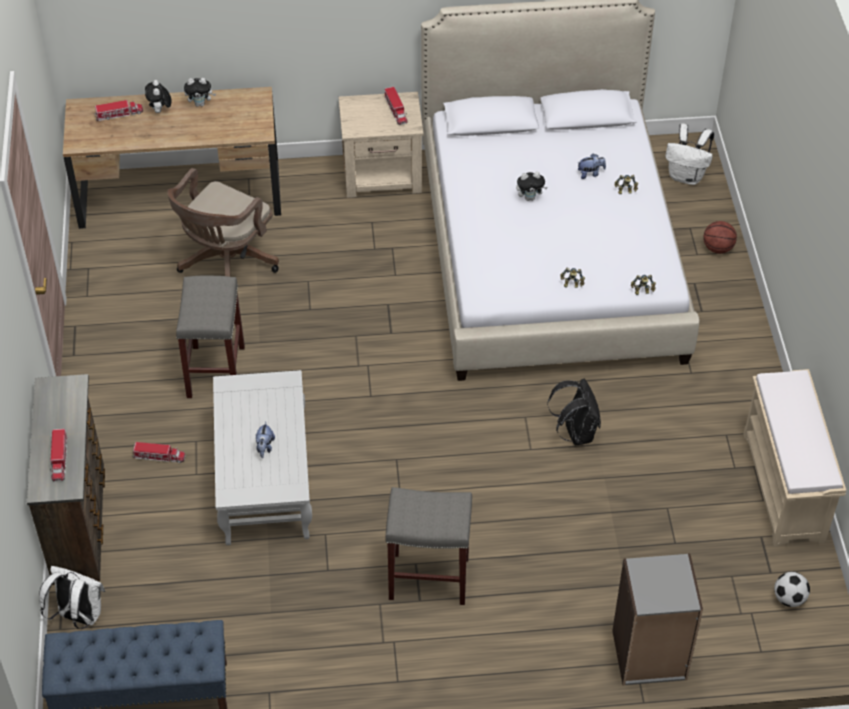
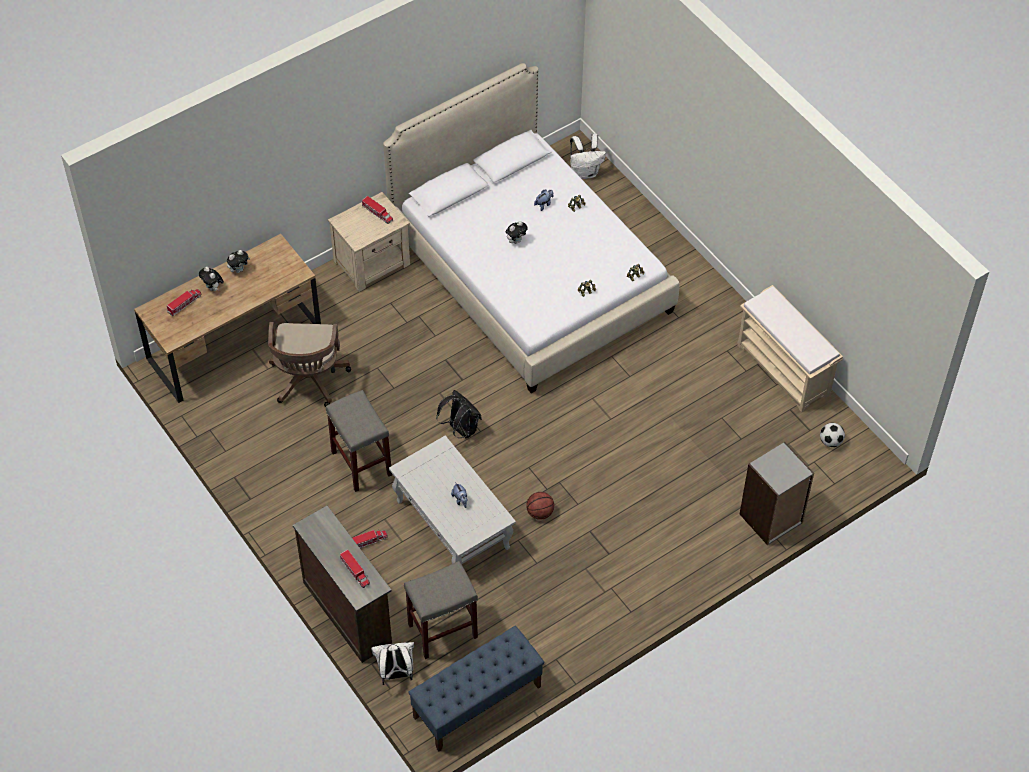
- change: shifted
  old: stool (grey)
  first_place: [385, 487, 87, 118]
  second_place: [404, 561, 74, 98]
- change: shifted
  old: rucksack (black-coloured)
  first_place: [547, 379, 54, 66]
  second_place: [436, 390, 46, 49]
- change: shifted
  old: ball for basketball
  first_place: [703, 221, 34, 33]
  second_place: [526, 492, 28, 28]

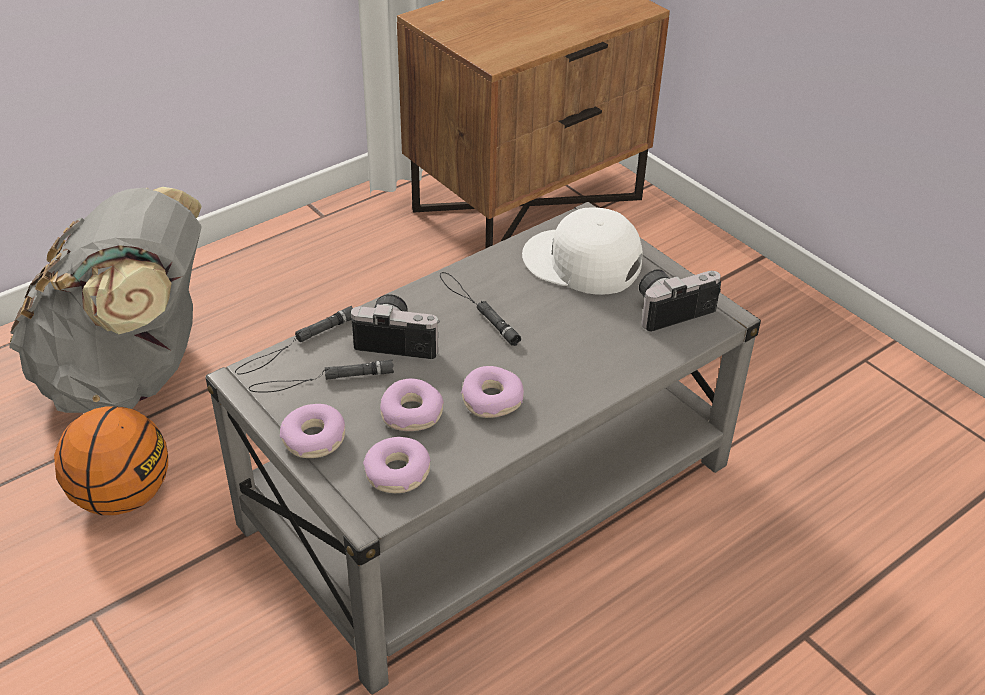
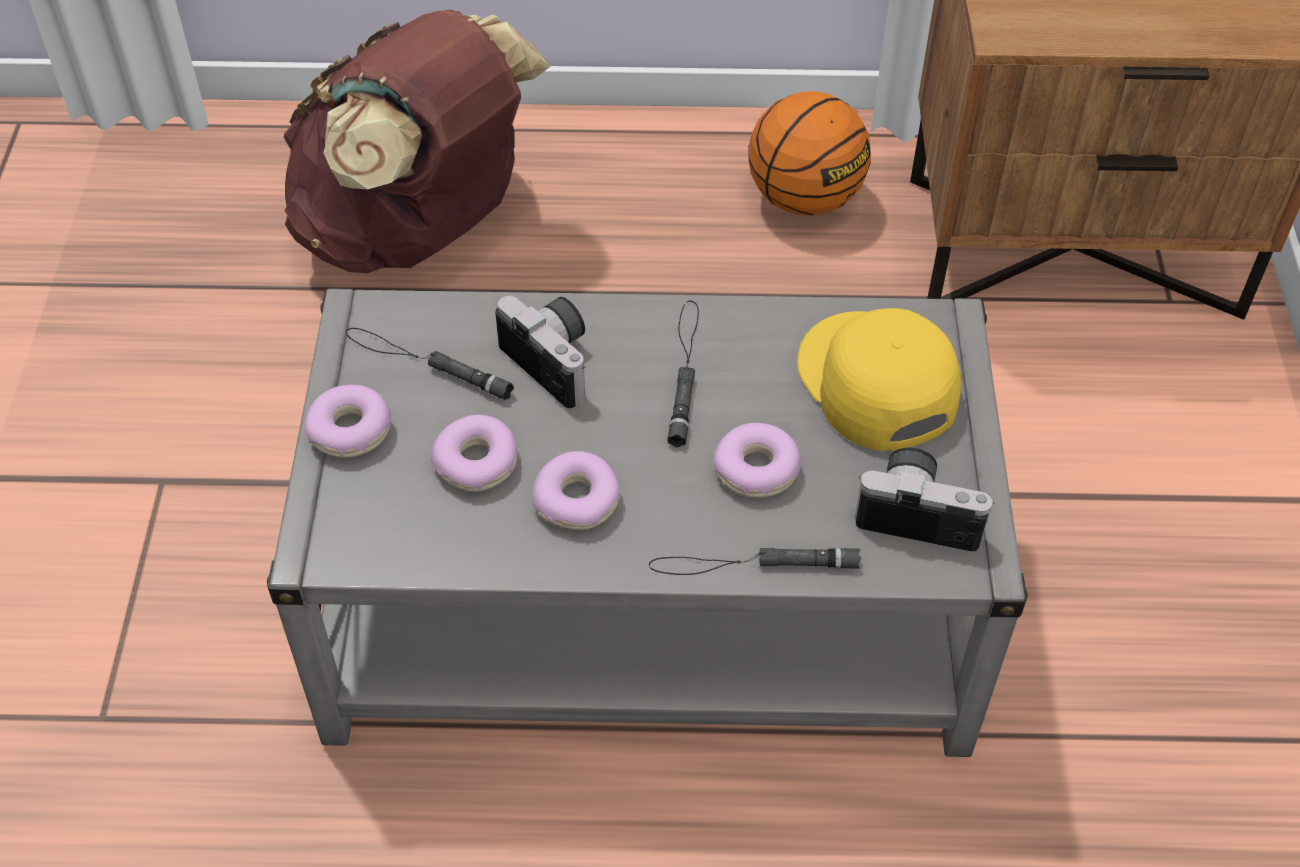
- change: shifted
  old: ball for basketball
  first_place: [54, 407, 114, 108]
  second_place: [749, 91, 122, 124]
- change: shifted
  old: flashlight (black-coloured)
  first_place: [235, 306, 118, 68]
  second_place: [649, 548, 212, 27]
- change: shifted
  old: ring doughnut
  first_place: [363, 437, 68, 56]
  second_place: [713, 423, 88, 75]
- change: repainted
  old: rucksack (grey)
  new: rucksack (brown-coloured)
  first_place: [9, 187, 193, 226]
  second_place: [284, 10, 267, 263]
- change: repainted
  old: cap (whitish)
  new: cap (yellow-coloured)
  first_place: [522, 207, 121, 88]
  second_place: [797, 308, 164, 143]

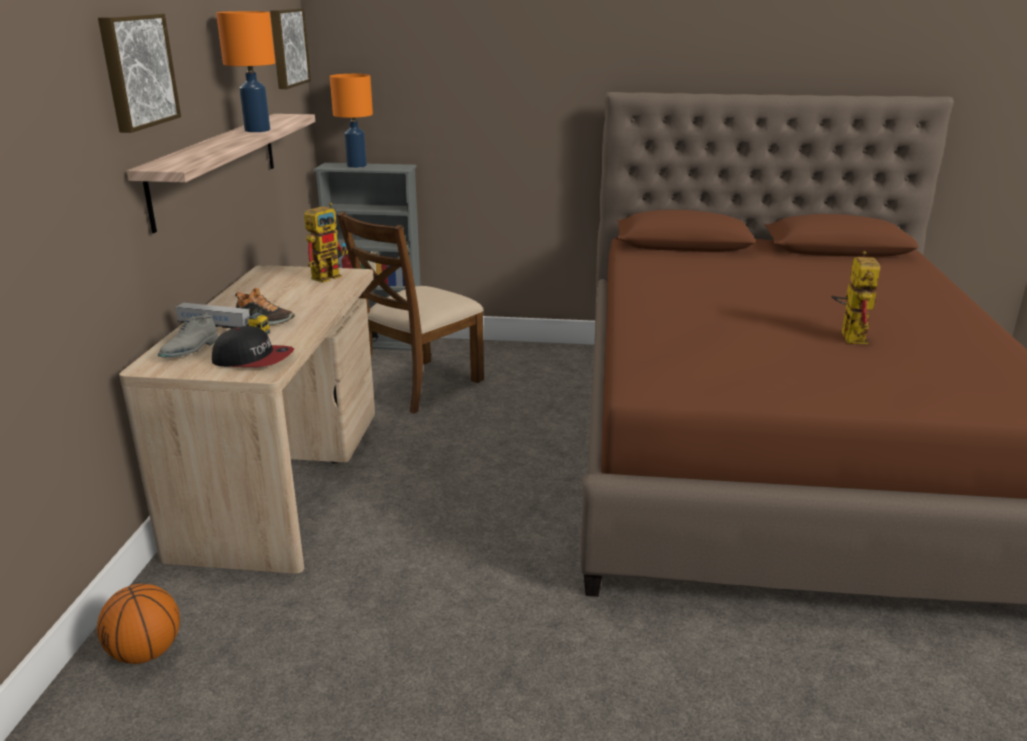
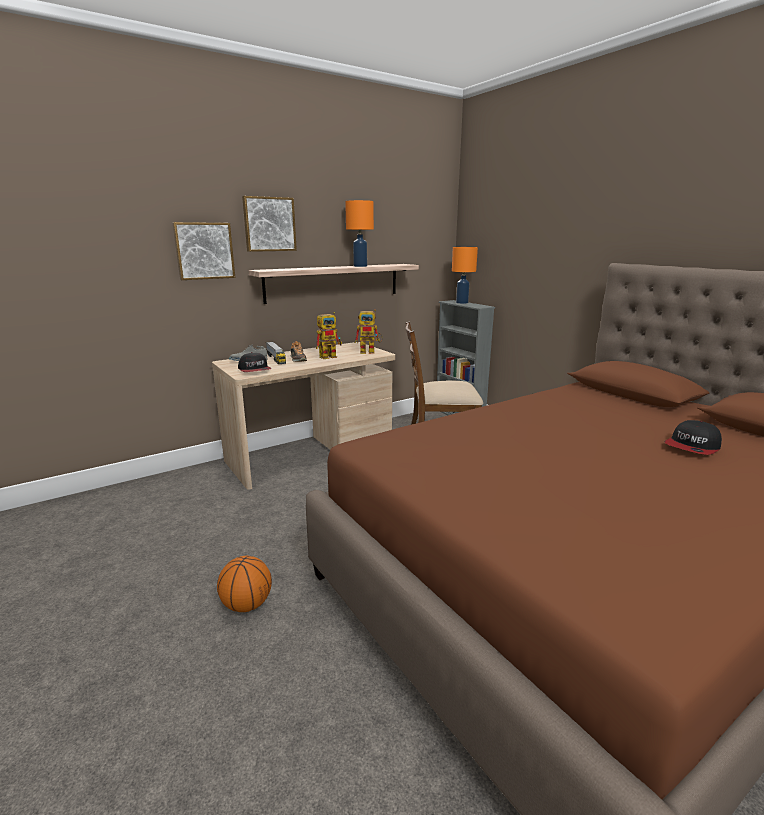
- change: new
  new: cap
  second_place: [664, 420, 58, 35]
- change: shifted
  old: ball for basketball
  first_place: [97, 584, 83, 80]
  second_place: [217, 556, 55, 56]
- change: shifted
  old: wall picture
  first_place: [270, 8, 41, 81]
  second_place: [172, 222, 63, 58]
- change: shifted
  old: model robot
  first_place: [831, 251, 49, 93]
  second_place: [316, 312, 26, 47]

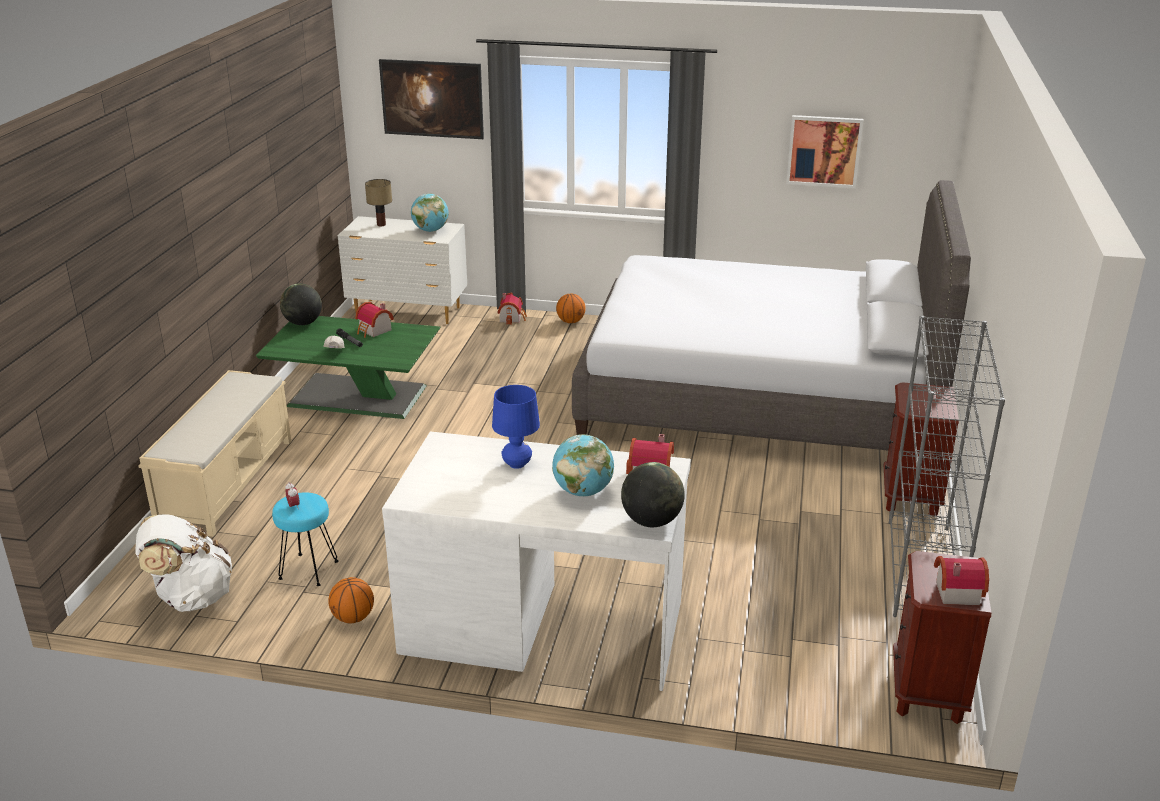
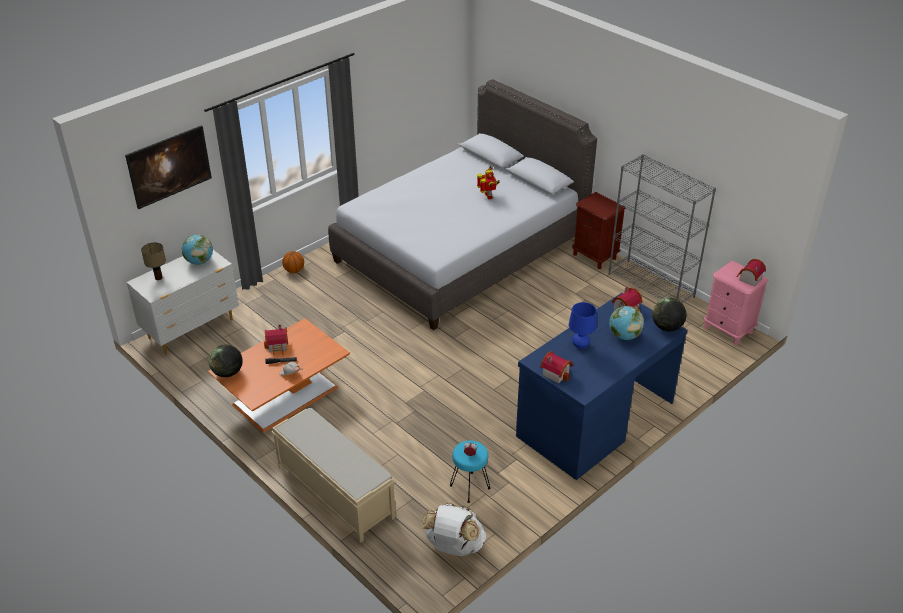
- change: gone
  old: ball for basketball
  first_place: [328, 577, 46, 46]
- change: gone
  old: wall picture
  first_place: [786, 115, 78, 73]
- change: new
  new: model robot
  second_place: [477, 166, 22, 33]
- change: shifted
  old: miniature house
  first_place: [497, 293, 30, 31]
  second_place: [540, 351, 33, 33]
- change: repainted
  old: lounge table (green)
  new: lounge table (orangey)
  first_place: [256, 316, 185, 103]
  second_place: [208, 318, 142, 115]
- change: repainted
  old: desk (whitish)
  new: desk (blue)
  first_place: [382, 431, 309, 260]
  second_place: [516, 293, 171, 187]
- change: repainted
  old: bedside table (brown-coloured)
  new: bedside table (pink)
  first_place: [893, 551, 98, 173]
  second_place: [704, 261, 65, 84]

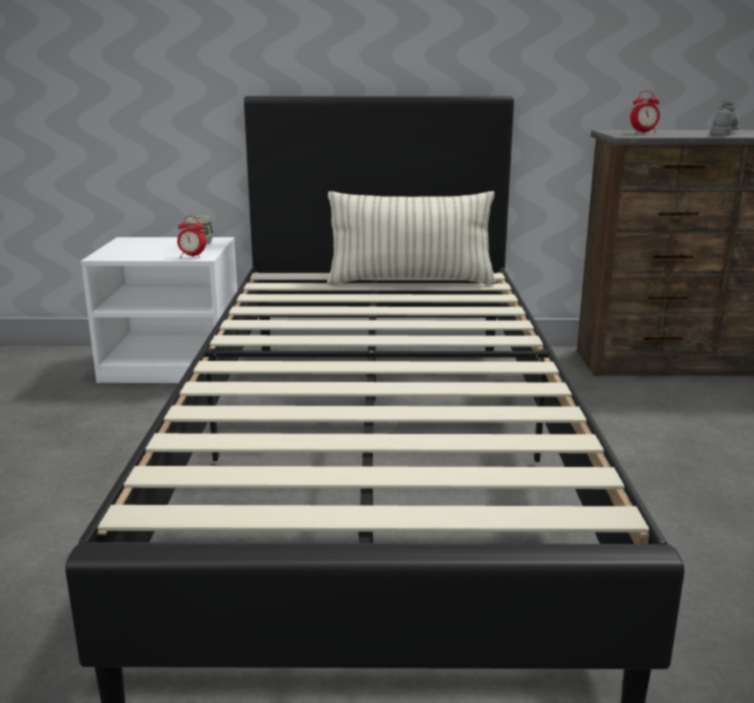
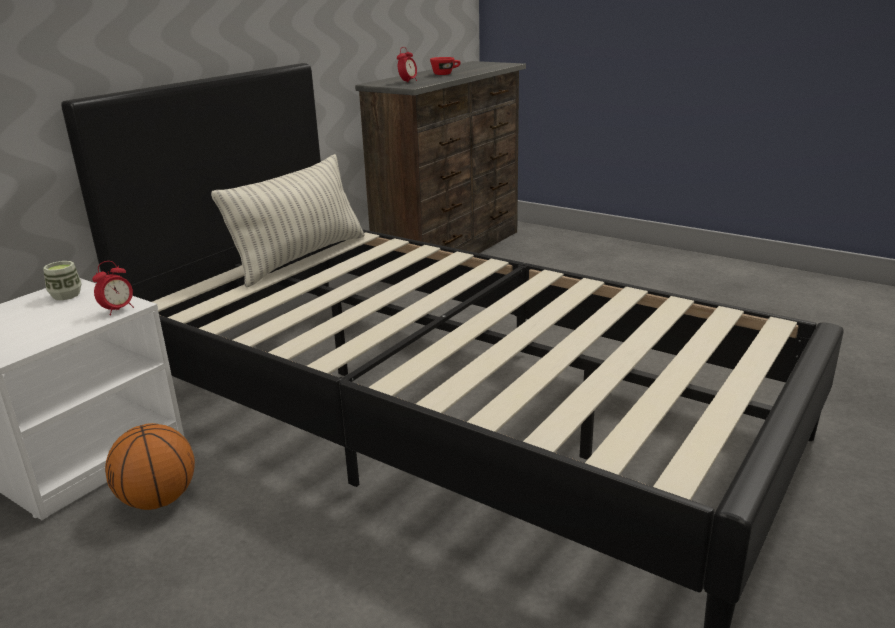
- change: new
  new: ball for basketball
  second_place: [105, 423, 90, 87]
- change: swapped
  old: low shoe (grey)
  new: small cup (reddish)
  first_place: [710, 100, 30, 36]
  second_place: [430, 57, 31, 18]

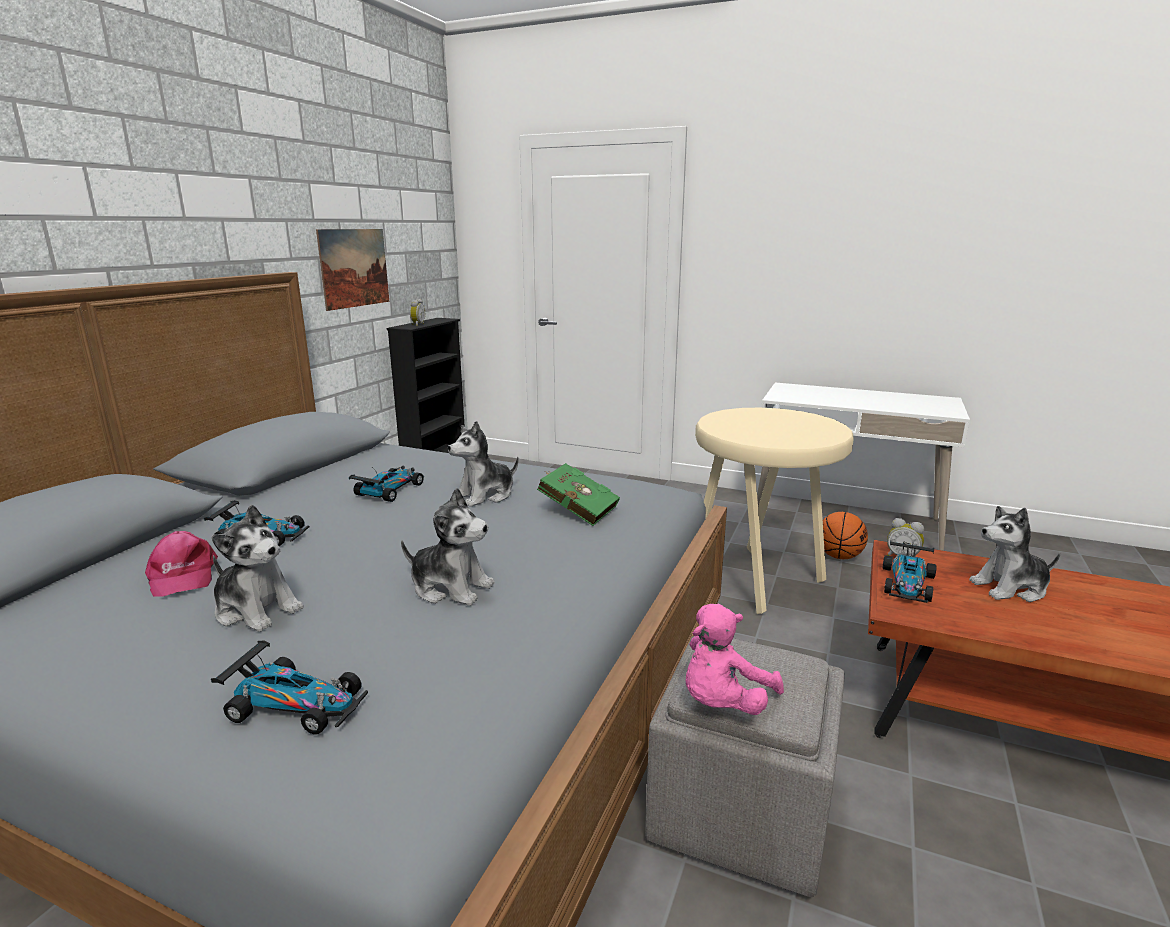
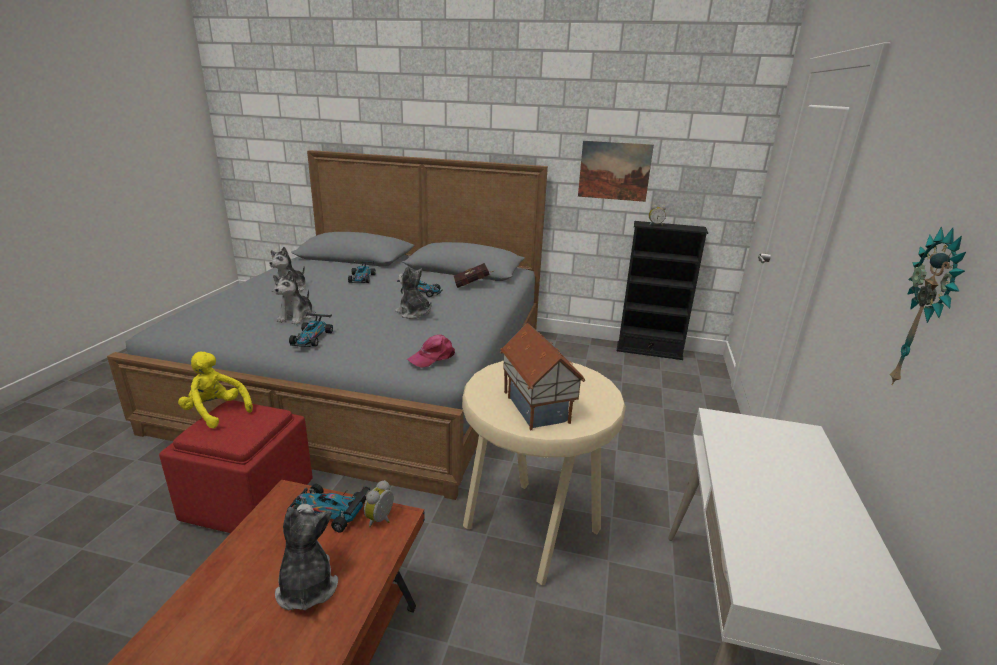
- change: gone
  old: book (green)
  first_place: [537, 463, 83, 63]
- change: gone
  old: ball for basketball
  first_place: [823, 512, 45, 47]
- change: new
  new: book (reddish)
  second_place: [454, 263, 41, 25]
- change: new
  new: miniature house
  second_place: [500, 323, 85, 108]
- change: new
  new: hanging clock
  second_place: [890, 227, 76, 158]
- change: shifted
  old: cap (pink)
  first_place: [145, 531, 73, 66]
  second_place: [407, 334, 48, 34]
- change: shifted
  old: toy car
  first_place: [211, 640, 157, 95]
  second_place: [289, 311, 44, 36]
- change: repainted
  old: pouffe (grey)
  new: pouffe (reddish)
  first_place: [645, 636, 200, 261]
  second_place: [159, 401, 154, 132]
- change: repainted
  old: cuddly toy (pink)
  new: cuddly toy (yellow-coloured)
  first_place: [686, 603, 98, 112]
  second_place: [178, 352, 75, 76]

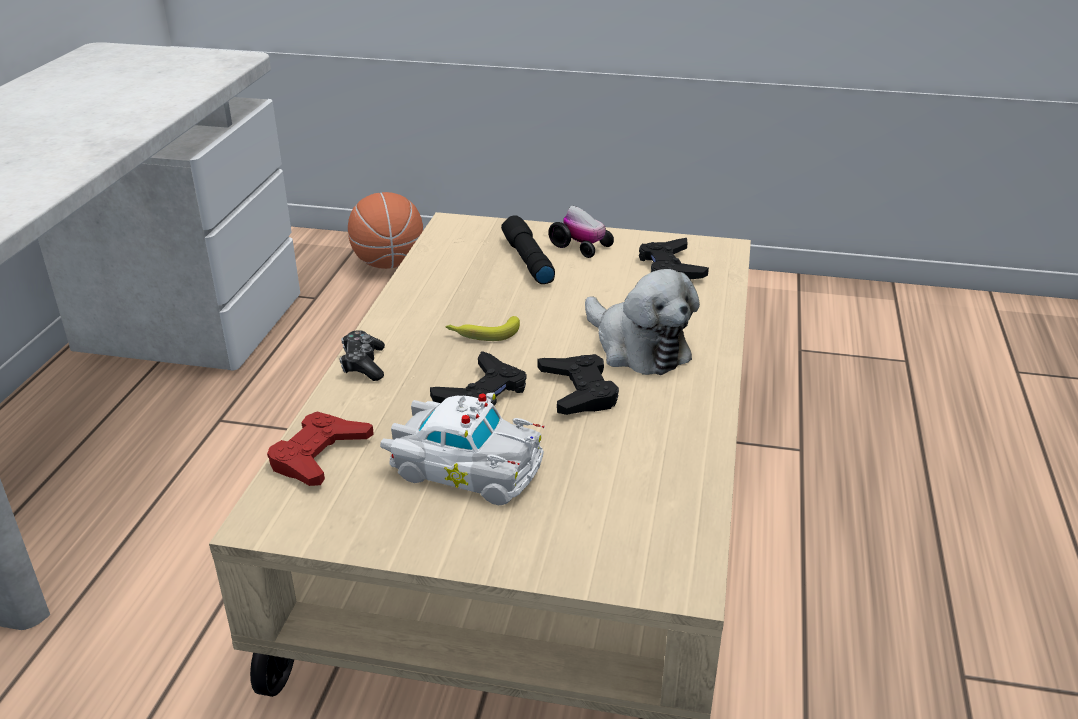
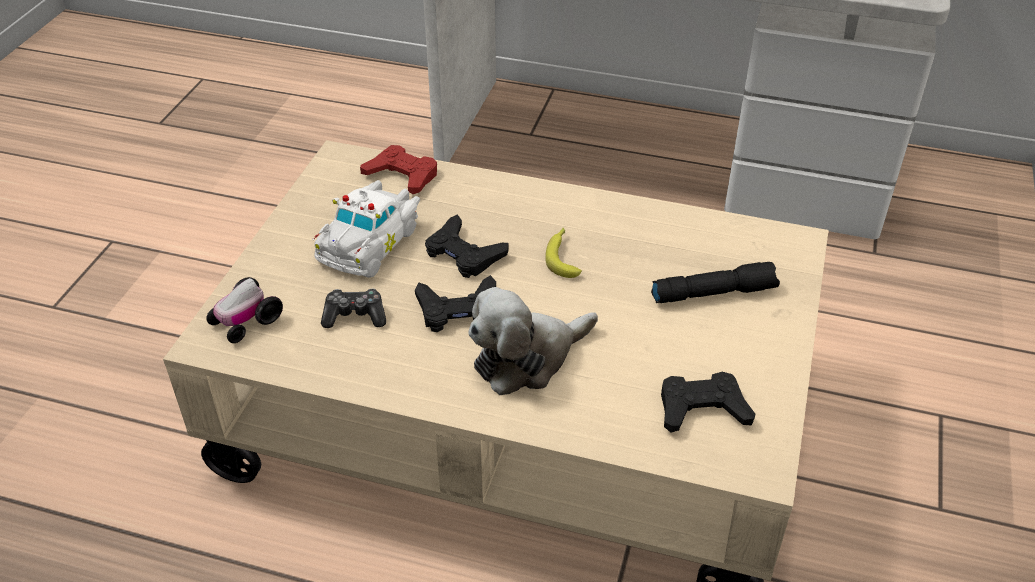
- change: gone
  old: ball for basketball
  first_place: [348, 192, 75, 77]
- change: shifted
  old: joypad
  first_place: [340, 330, 45, 51]
  second_place: [321, 288, 65, 40]
- change: shifted
  old: toy car
  first_place: [548, 205, 66, 53]
  second_place: [206, 277, 77, 66]

